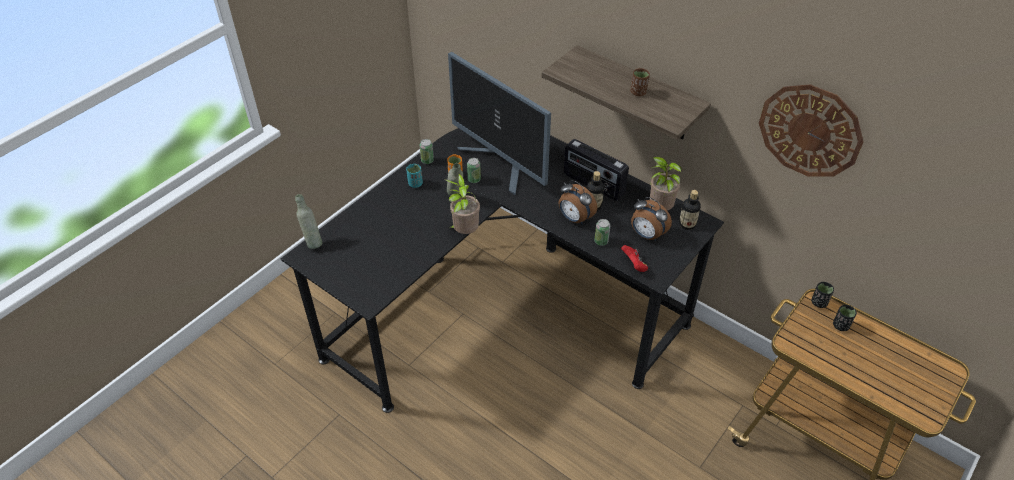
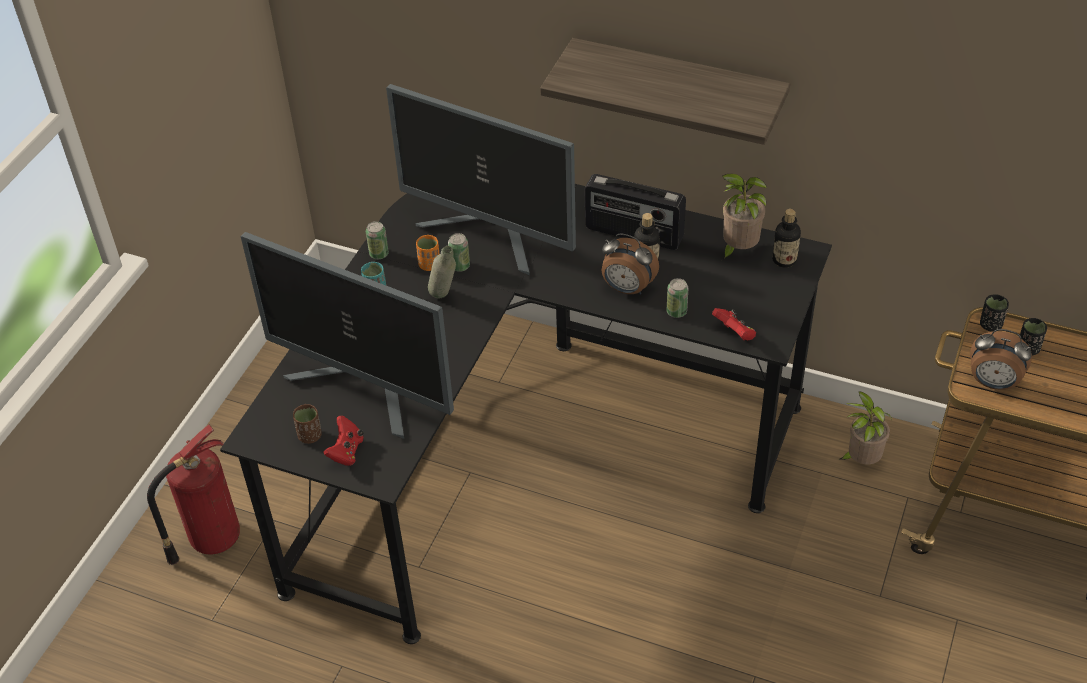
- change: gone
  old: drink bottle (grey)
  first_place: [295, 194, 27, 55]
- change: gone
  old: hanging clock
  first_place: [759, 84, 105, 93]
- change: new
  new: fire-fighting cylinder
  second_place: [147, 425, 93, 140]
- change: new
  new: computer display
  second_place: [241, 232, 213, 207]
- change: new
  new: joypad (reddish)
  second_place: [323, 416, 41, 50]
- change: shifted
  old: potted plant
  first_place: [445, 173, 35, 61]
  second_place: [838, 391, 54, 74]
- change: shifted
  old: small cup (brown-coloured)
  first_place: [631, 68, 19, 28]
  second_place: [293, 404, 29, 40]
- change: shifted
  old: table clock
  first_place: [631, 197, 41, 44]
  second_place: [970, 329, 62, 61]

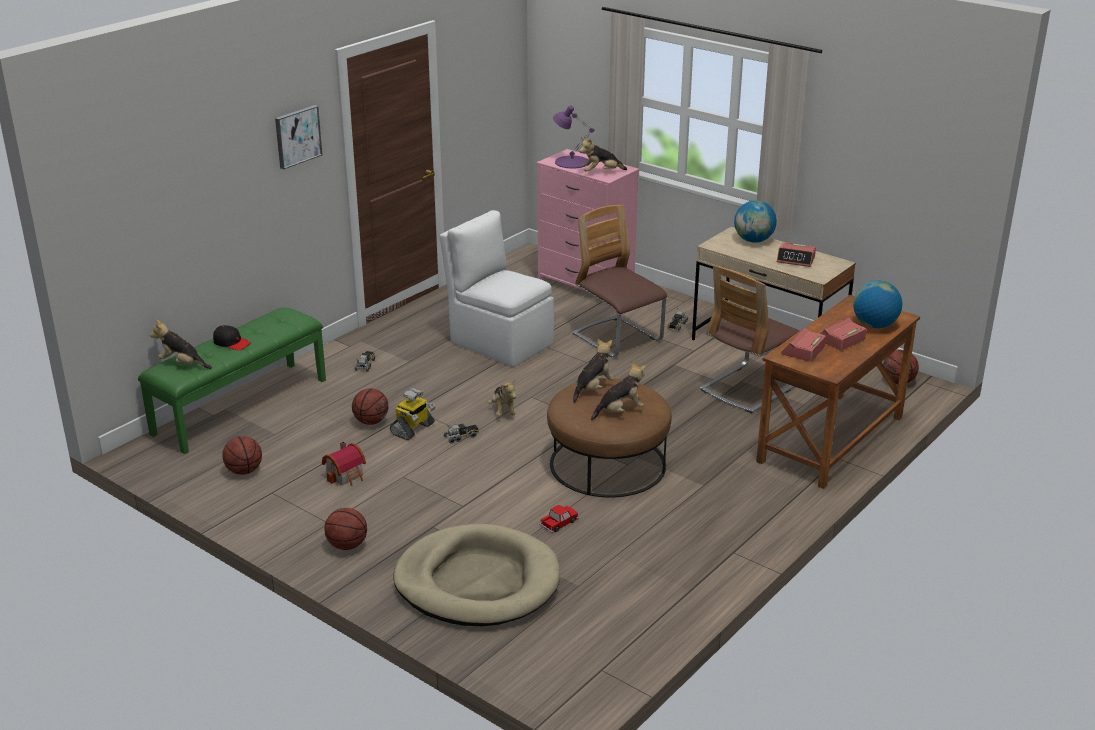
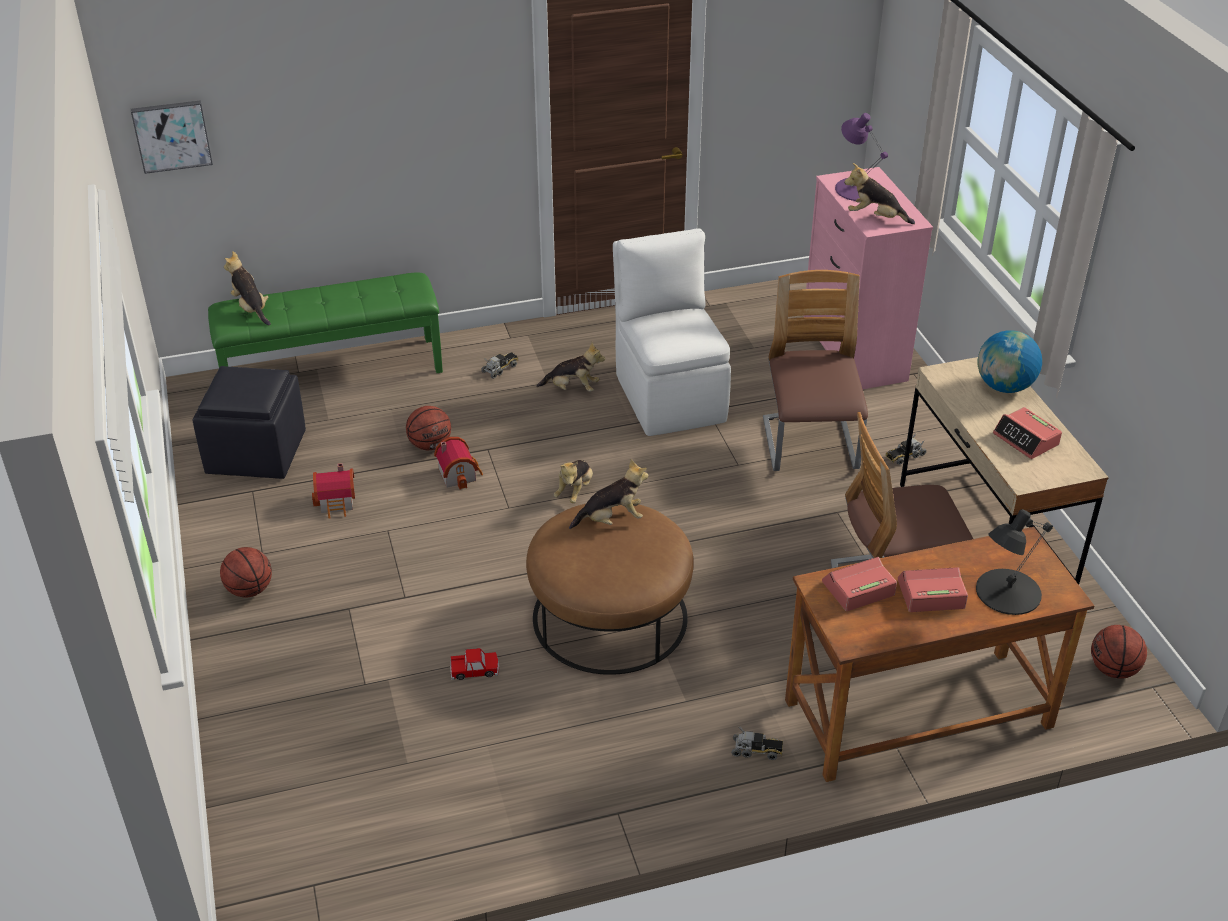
- change: gone
  old: cap (black-coloured)
  first_place: [213, 325, 37, 25]
- change: gone
  old: pet bed (beige)
  first_place: [393, 524, 167, 102]
- change: shifted
  old: wall picture
  first_place: [275, 105, 47, 64]
  second_place: [131, 100, 82, 74]
- change: shifted
  old: toy truck
  first_place: [444, 423, 35, 21]
  second_place: [731, 727, 52, 33]
- change: shifted
  old: cuddly toy
  first_place: [591, 361, 55, 60]
  second_place: [536, 342, 69, 50]
- change: swapped
  old: ball for basketball
  new: pouffe (black-coloured)
  first_place: [222, 436, 40, 39]
  second_place: [193, 366, 113, 113]
- change: swapped
  old: model robot
  new: miniature house
  first_place: [390, 388, 46, 52]
  second_place: [434, 437, 49, 53]
- change: swapped
  old: desk globe
  new: table lamp (black-coloured)
  first_place: [853, 280, 49, 48]
  second_place: [976, 509, 77, 106]

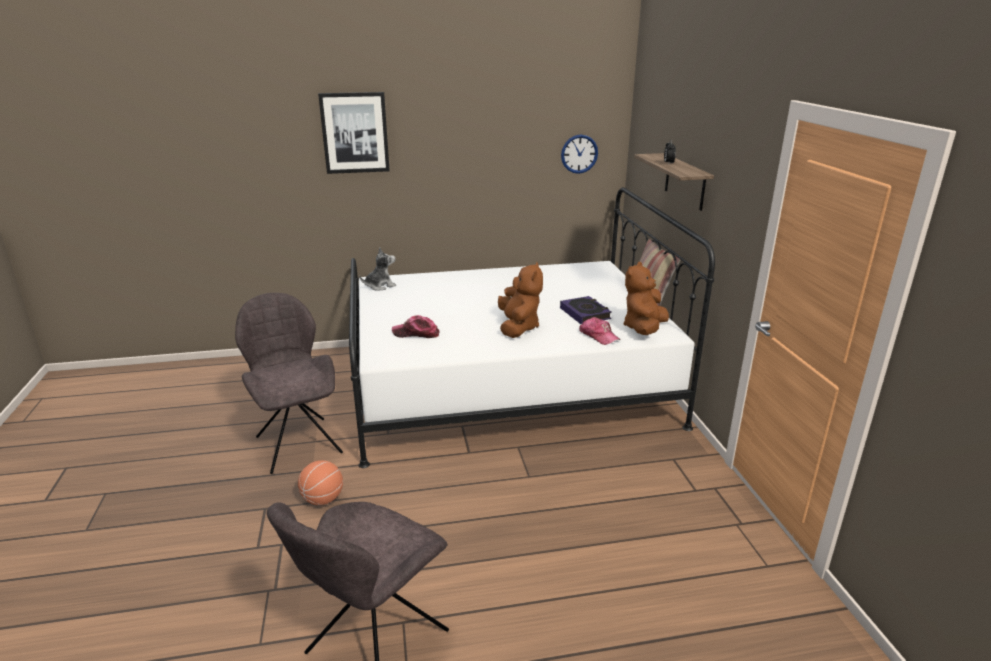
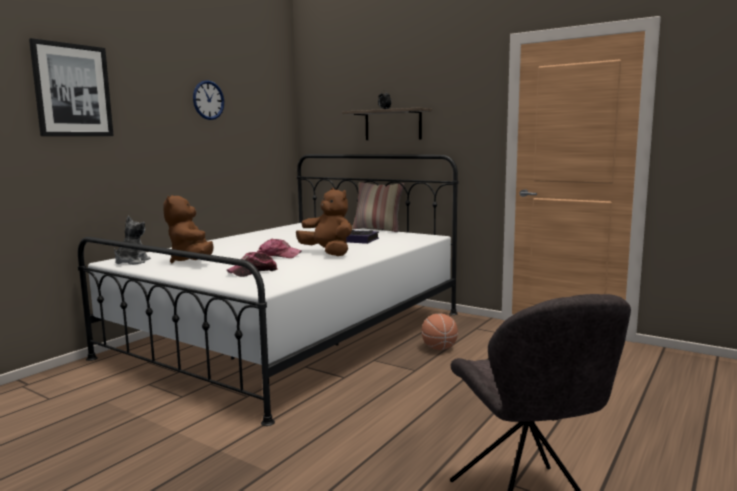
- change: gone
  old: upright chair (grey)
  first_place: [235, 293, 108, 181]
- change: shifted
  old: ball for basketball
  first_place: [298, 460, 45, 45]
  second_place: [422, 313, 36, 37]
- change: shifted
  old: hanging clock
  first_place: [561, 134, 37, 40]
  second_place: [193, 80, 31, 40]
- change: shifted
  old: cap
  first_place: [579, 317, 41, 28]
  second_place: [258, 239, 44, 19]
- change: shifted
  old: cuddly toy (brown-coloured)
  first_place: [623, 262, 46, 73]
  second_place: [163, 195, 51, 68]

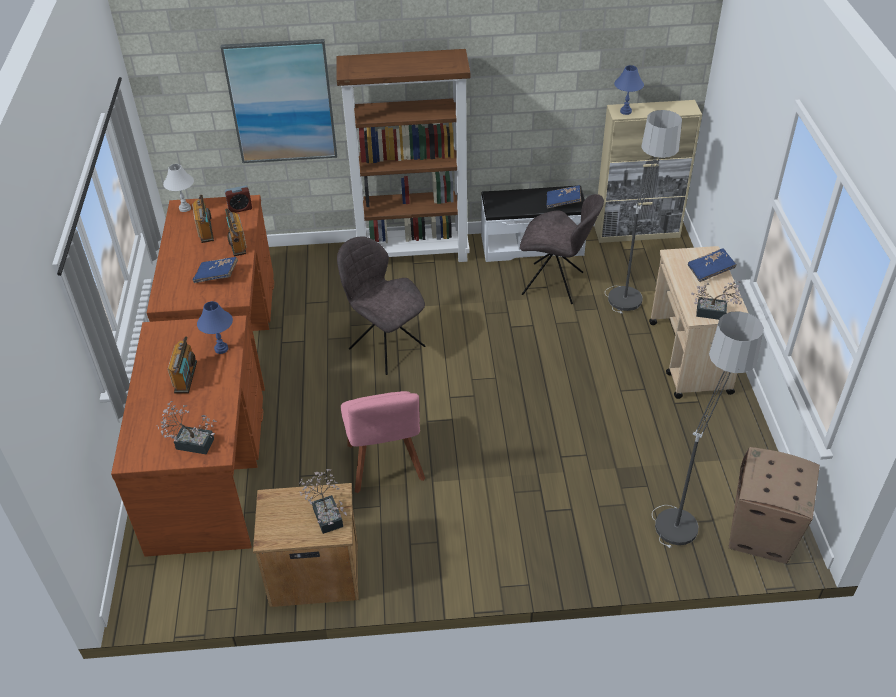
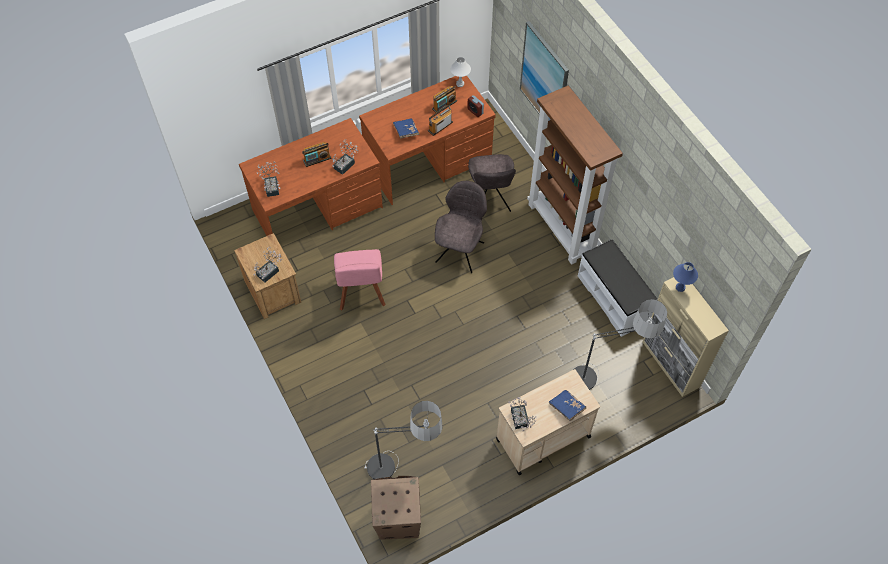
- change: gone
  old: book (blue)
  first_place: [546, 185, 35, 23]
- change: shifted
  old: upright chair (grey)
  first_place: [520, 194, 84, 110]
  second_place: [468, 154, 48, 58]
- change: swapped
  old: table lamp (blue)
  new: potted plant
  first_place: [197, 301, 36, 53]
  second_place: [332, 139, 27, 36]
- change: rotated
  old: upright chair (pink)
  first_place: [341, 391, 84, 102]
  second_place: [334, 249, 52, 62]
  degrees: -60

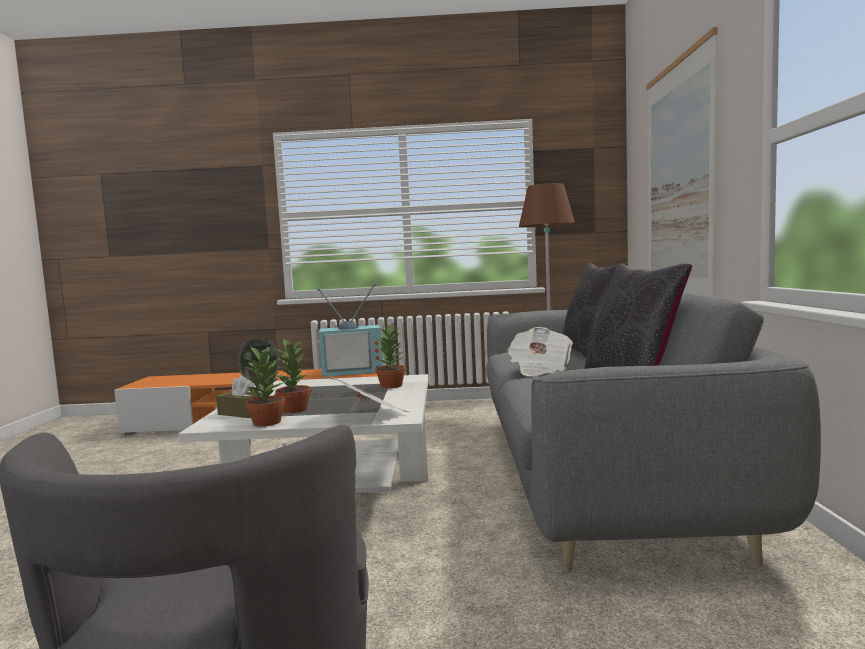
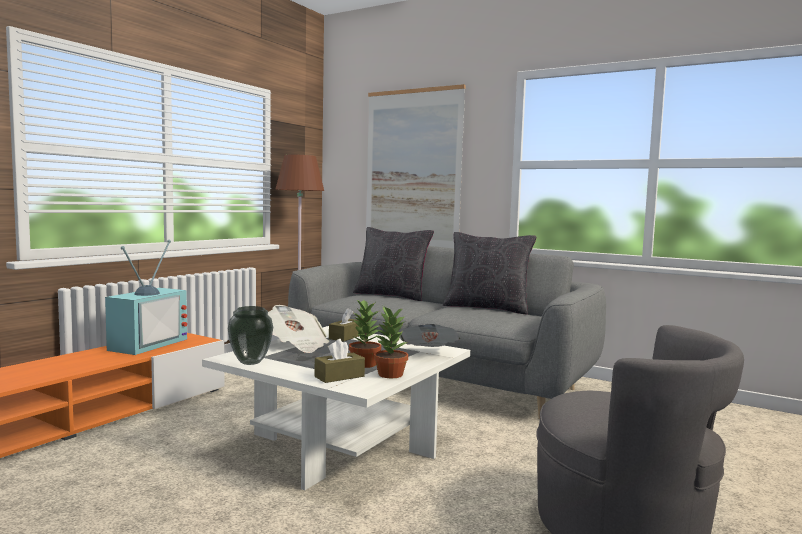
- change: shifted
  old: printed paper
  first_place: [507, 327, 66, 49]
  second_place: [268, 305, 61, 48]
- change: swapped
  old: potted plant
  new: box of tissues (brown-coloured)
  first_place: [375, 323, 31, 65]
  second_place: [329, 308, 30, 34]

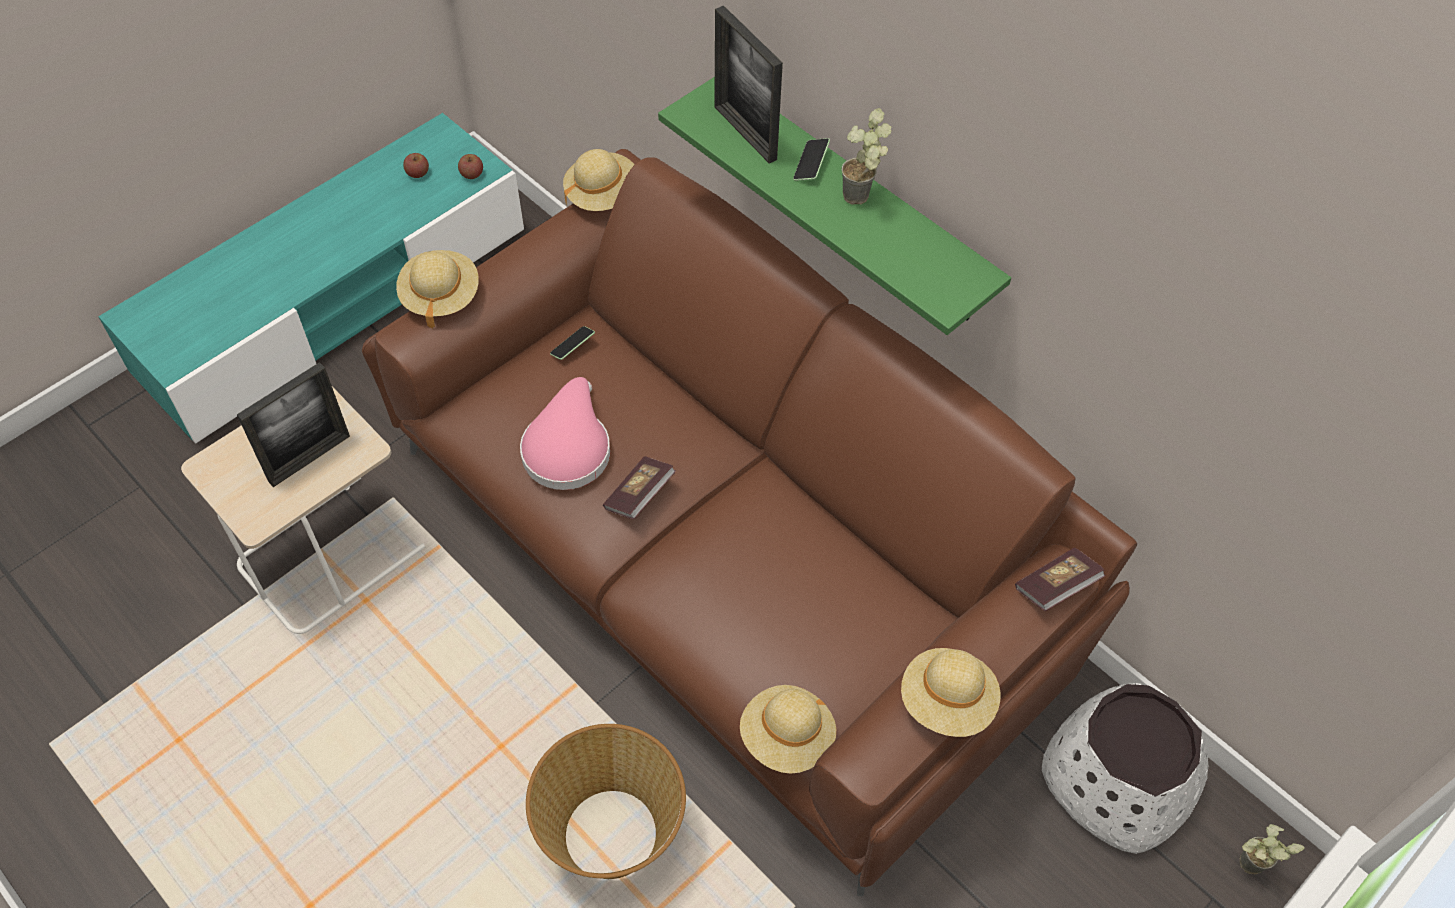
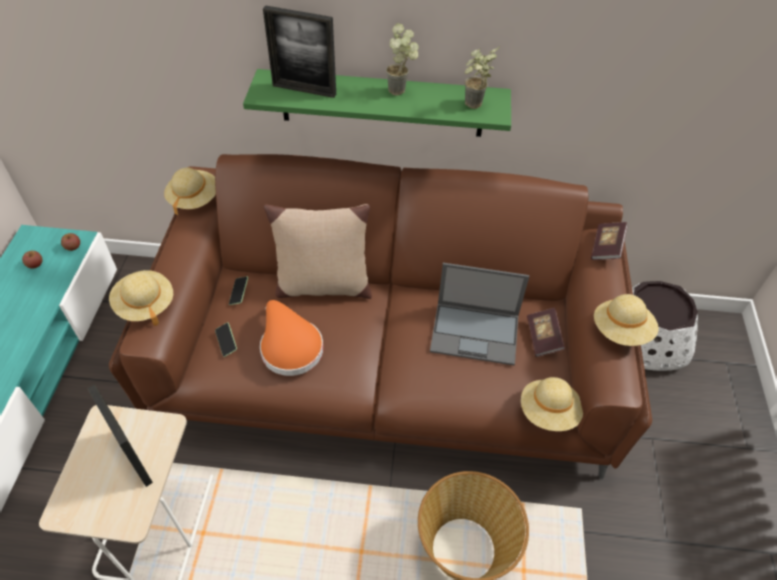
- change: new
  new: pillow (beige)
  second_place: [264, 204, 108, 95]
- change: new
  new: notebook computer
  second_place: [430, 263, 99, 102]
- change: shifted
  old: book
  first_place: [603, 456, 73, 63]
  second_place: [527, 308, 38, 49]
- change: shifted
  old: handset
  first_place: [793, 138, 37, 43]
  second_place: [215, 322, 22, 35]
- change: shifted
  old: potted plant
  first_place: [1240, 824, 65, 50]
  second_place: [465, 46, 35, 63]
- change: repainted
  old: wearable hat (pink)
  new: wearable hat (orangey)
  first_place: [520, 377, 90, 113]
  second_place: [260, 300, 63, 76]
- change: rotated
  old: photo frame
  first_place: [237, 362, 113, 125]
  second_place: [87, 384, 66, 103]
  degrees: -45

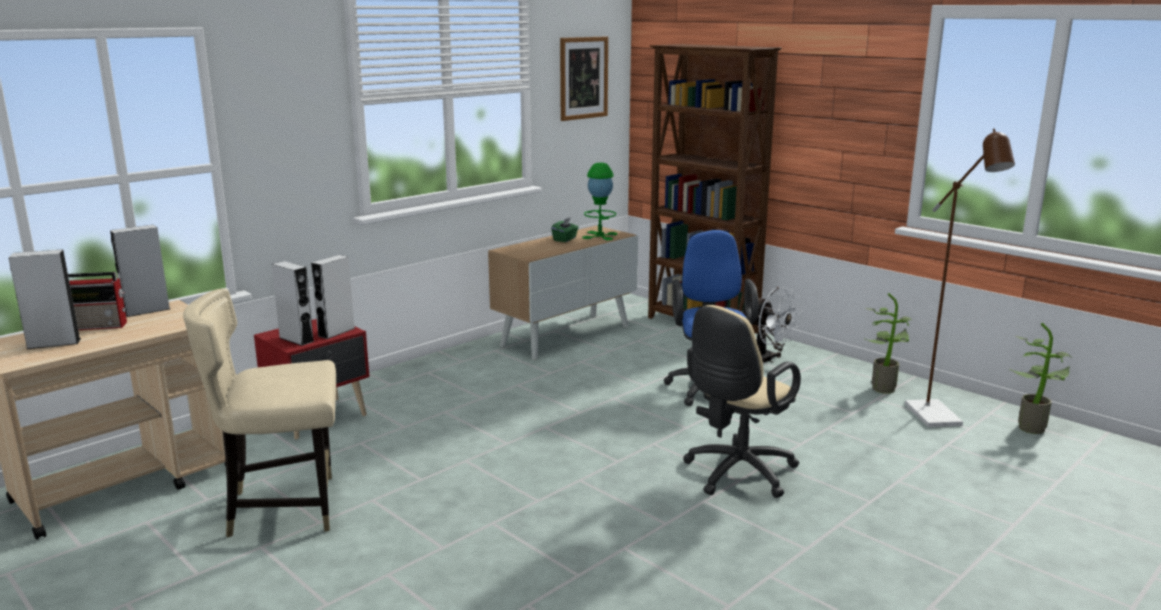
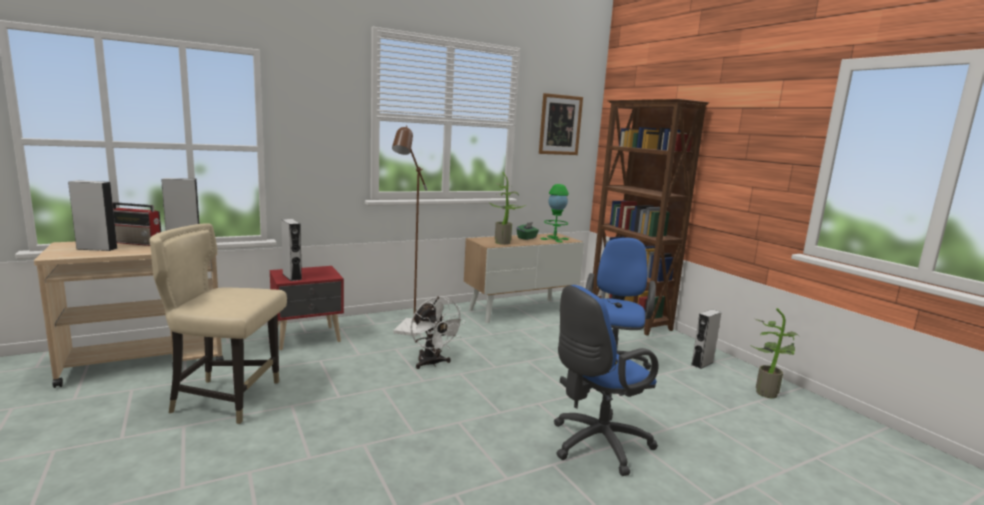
- change: shifted
  old: speaker (grey)
  first_place: [311, 255, 44, 84]
  second_place: [691, 309, 31, 60]
- change: shifted
  old: electric fan (whitish)
  first_place: [742, 287, 60, 76]
  second_place: [411, 296, 55, 73]
- change: shifted
  old: standing lamp (brown-coloured)
  first_place: [905, 129, 110, 298]
  second_place: [392, 125, 36, 211]
- change: shifted
  old: potted plant
  first_place: [1009, 323, 63, 111]
  second_place: [489, 172, 37, 73]
- change: repainted
  old: desk chair (beige)
  new: desk chair (blue)
  first_place: [683, 305, 118, 193]
  second_place: [554, 285, 105, 191]

